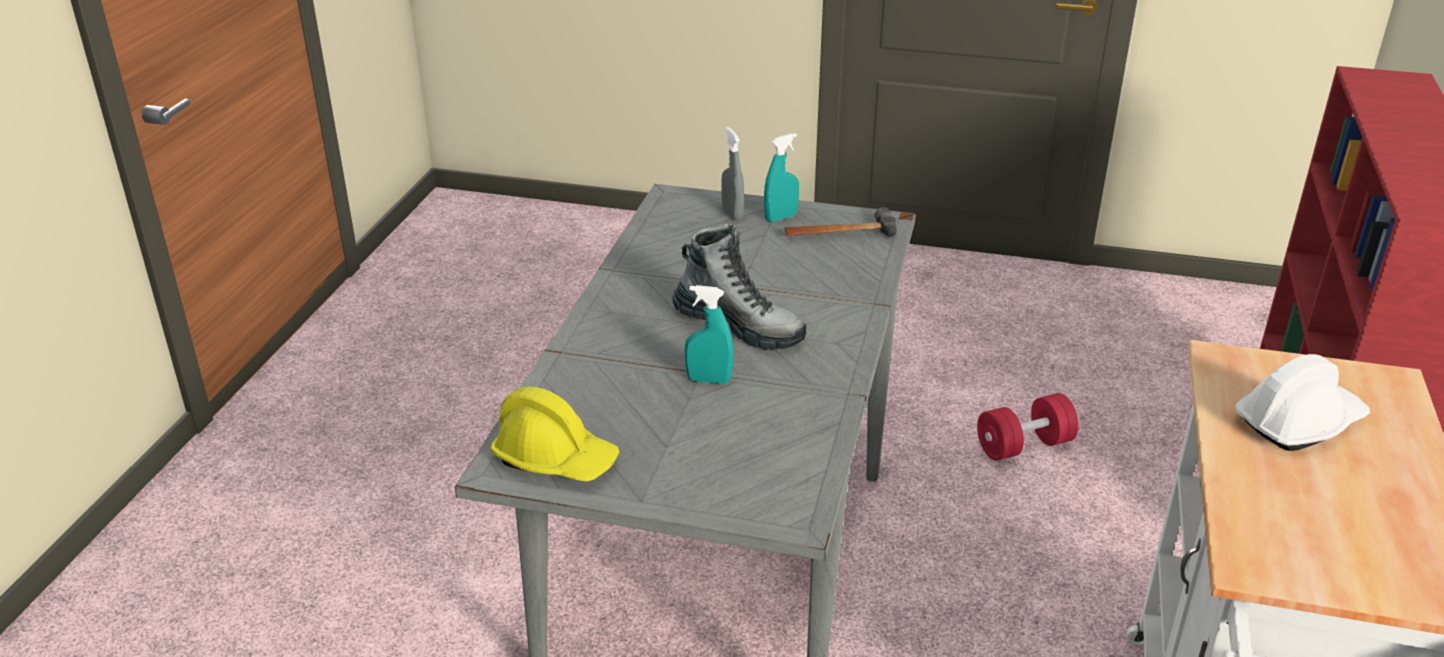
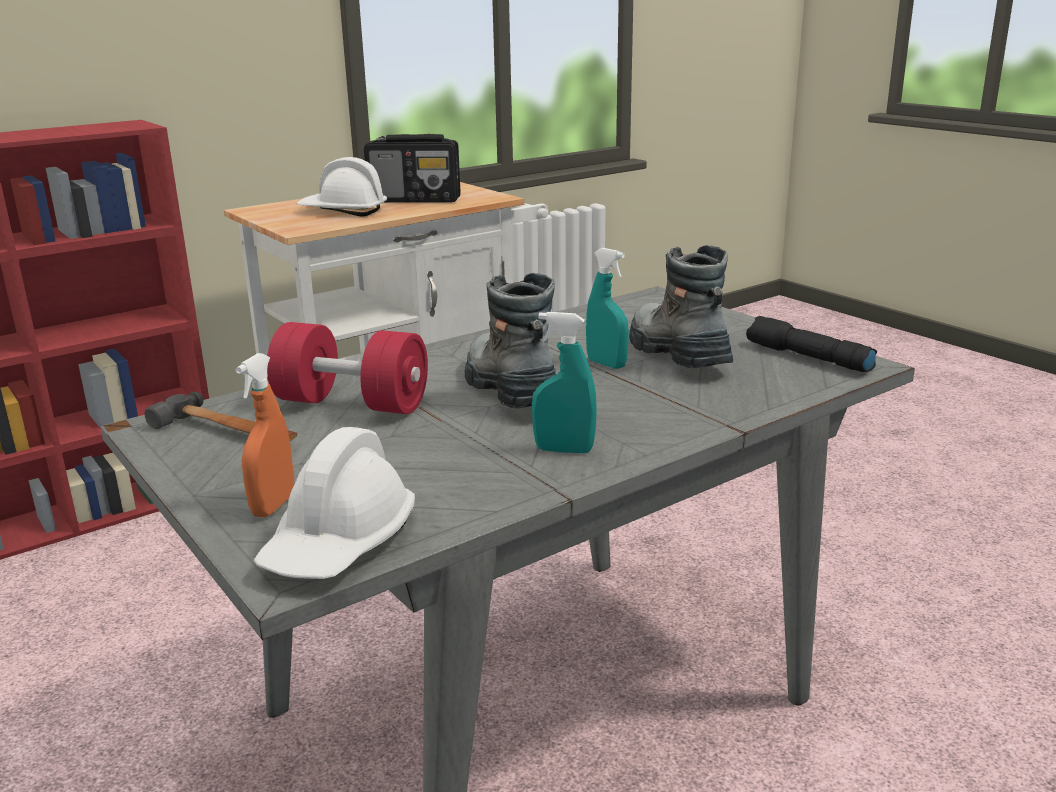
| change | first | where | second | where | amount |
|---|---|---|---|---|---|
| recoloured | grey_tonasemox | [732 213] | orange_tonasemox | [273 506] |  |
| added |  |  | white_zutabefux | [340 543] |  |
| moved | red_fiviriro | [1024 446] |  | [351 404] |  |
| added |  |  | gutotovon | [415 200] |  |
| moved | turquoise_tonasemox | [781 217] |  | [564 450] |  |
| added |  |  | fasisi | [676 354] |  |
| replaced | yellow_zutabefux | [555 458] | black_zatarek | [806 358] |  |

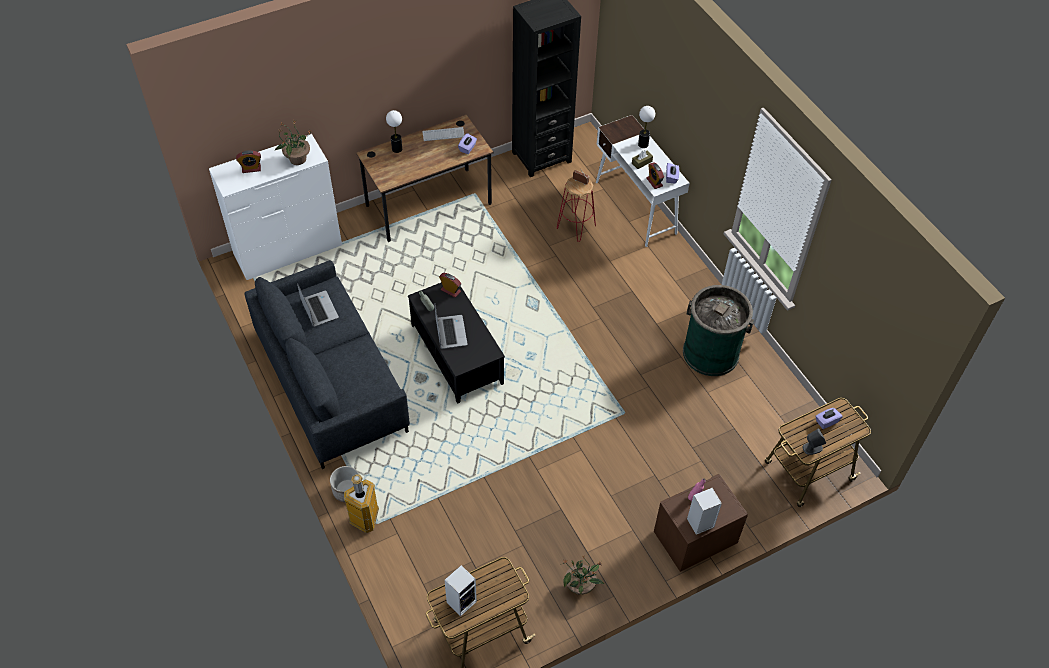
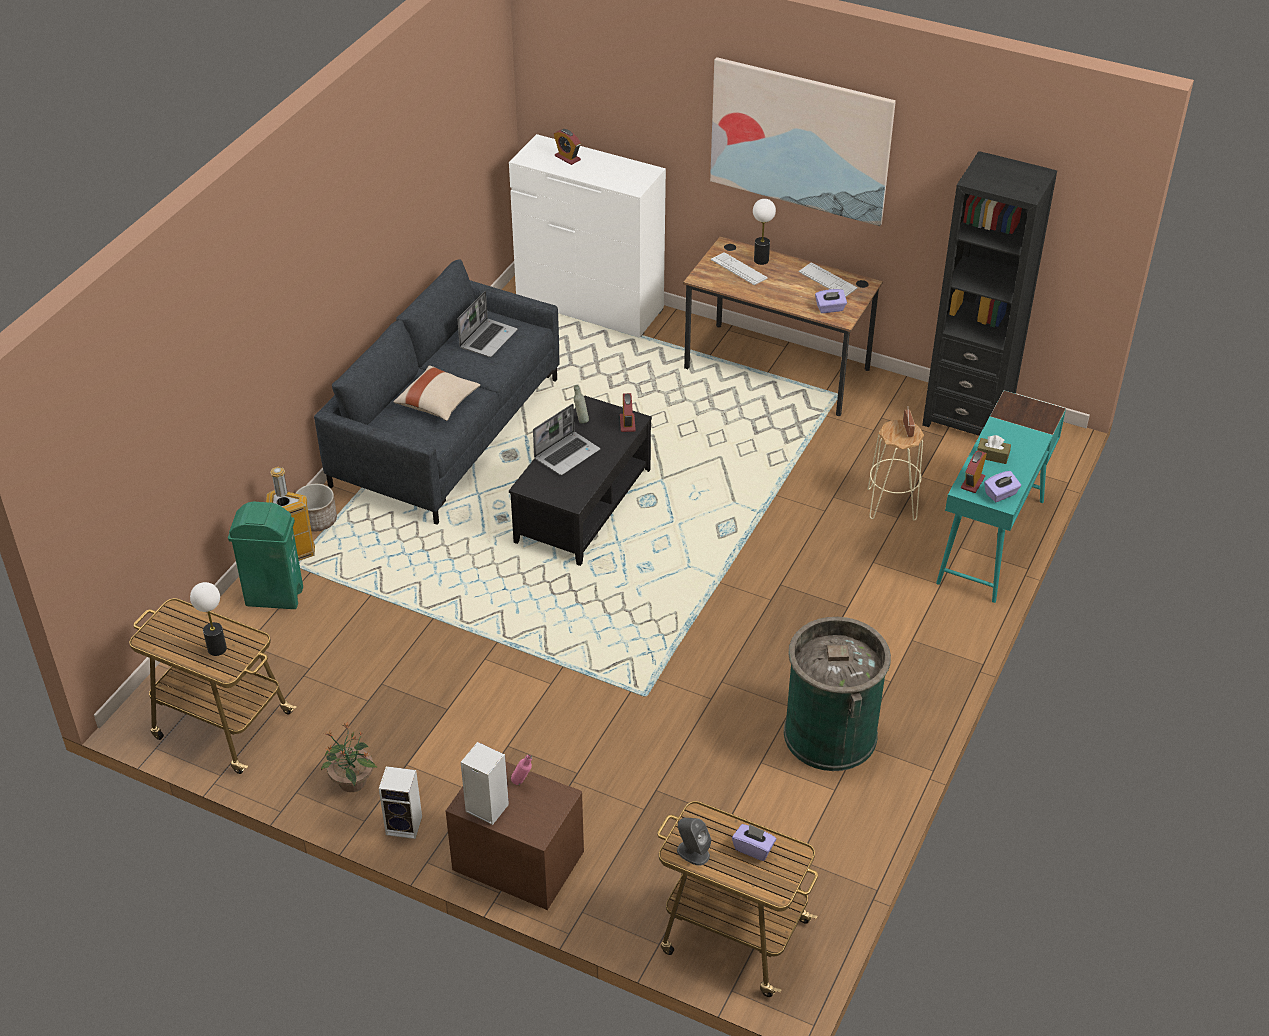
| change | first | where | second | where | amount |
|---|---|---|---|---|---|
| moved | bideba | [643 144] |  | [217 648] |  |
| added |  |  | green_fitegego | [274 596] |  |
| moved | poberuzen | [462 601] |  | [405 825] |  |
| added |  |  | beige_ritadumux | [438 403] |  |
| added |  |  | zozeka | [800 140] |  |
| added |  |  | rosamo | [739 269] |  |
| recoloured | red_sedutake | [575 226] | beige_sedutake | [891 504] |  |
| recoloured | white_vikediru | [636 208] | turquoise_vikediru | [991 542] |  |
| removed | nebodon | [297 159] |  |  |  |

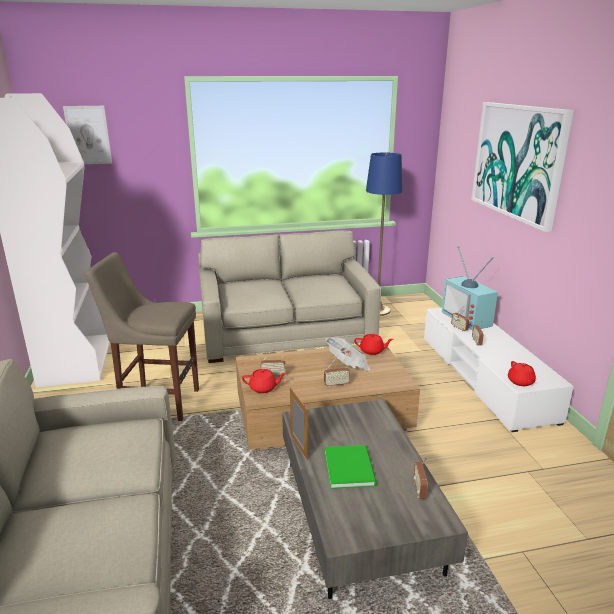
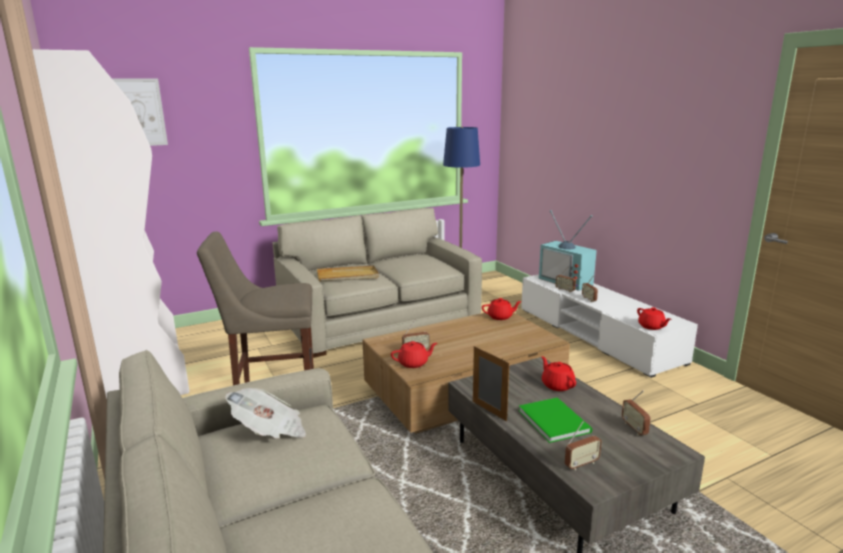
| change | first | where | second | where | amount |
|---|---|---|---|---|---|
| moved | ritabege | [348 364] |  | [270 431] |  |
| added |  |  | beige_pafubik | [348 276] |  |
| added |  |  | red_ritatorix | [557 385] |  |
| moved | gutotovon | [336 385] |  | [581 464] |  |
| removed | zozeka | [517 161] |  |  |  |

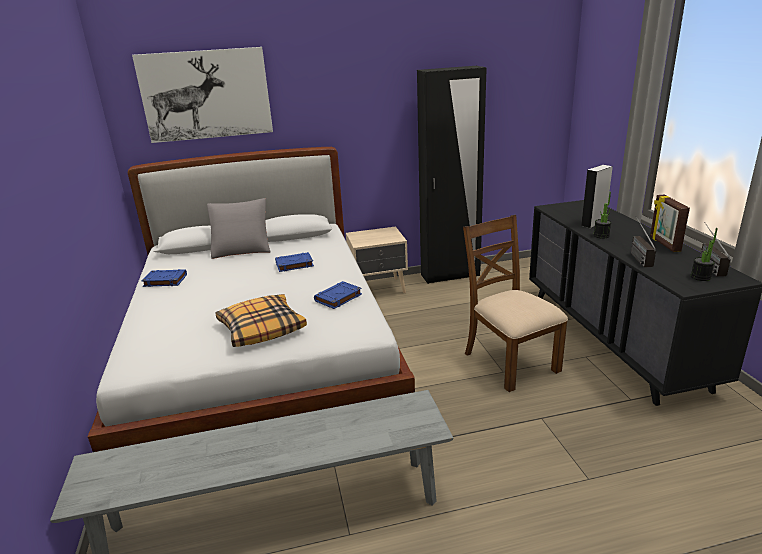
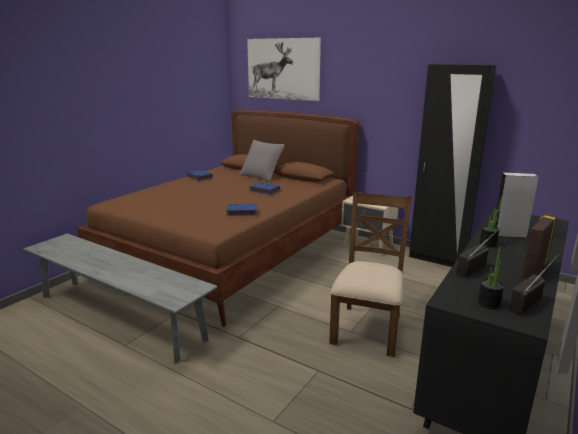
| change | first | where | second | where | amount |
|---|---|---|---|---|---|
| recoloured | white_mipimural | [264 365] | brown_mipimural | [234 254] |  |
| removed | ritadumux | [261 328] |  |  |  |

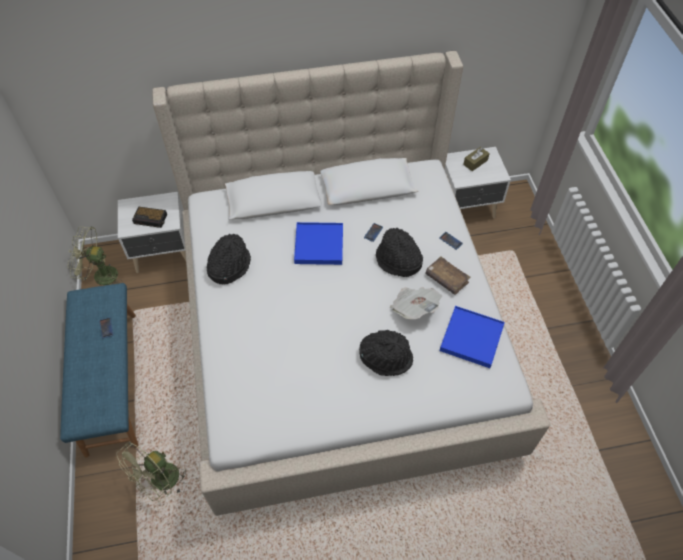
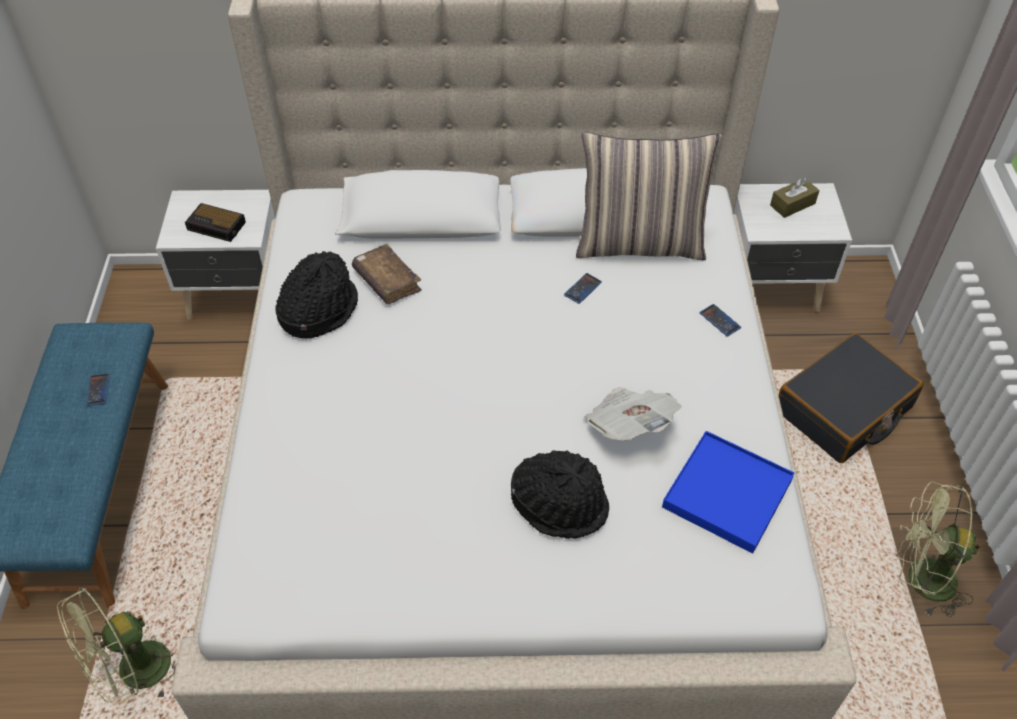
| change | first | where | second | where | amount |
|---|---|---|---|---|---|
| moved | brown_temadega | [446 279] |  | [387 281] |  |
| added |  |  | ritadumux | [640 243] |  |
| added |  |  | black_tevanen | [843 410] |  |
| moved | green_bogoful | [100 276] |  | [920 579] |  |
| removed | blue_pafubik | [319 245] |  |  |  |
| removed | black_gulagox | [398 261] |  |  |  |

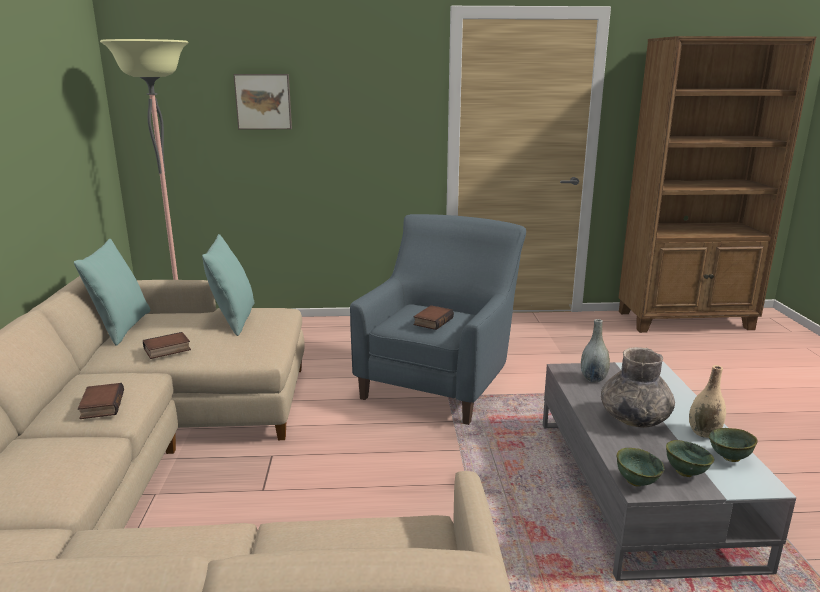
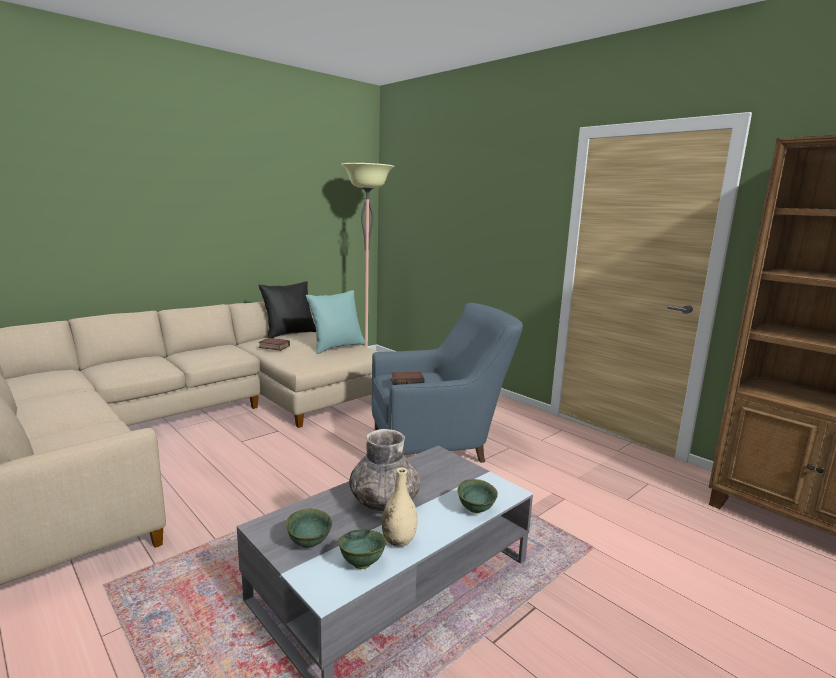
| change | first | where | second | where | amount |
|---|---|---|---|---|---|
| recoloured | turquoise_ritadumux | [121 328] | black_ritadumux | [289 334] |  |
| moved | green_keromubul | [636 481] |  | [476 510] |  |
| removed | temadega | [101 405] |  |  |  |
| removed | zozeka | [263 101] |  |  |  |
| removed | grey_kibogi | [593 378] |  |  |  |

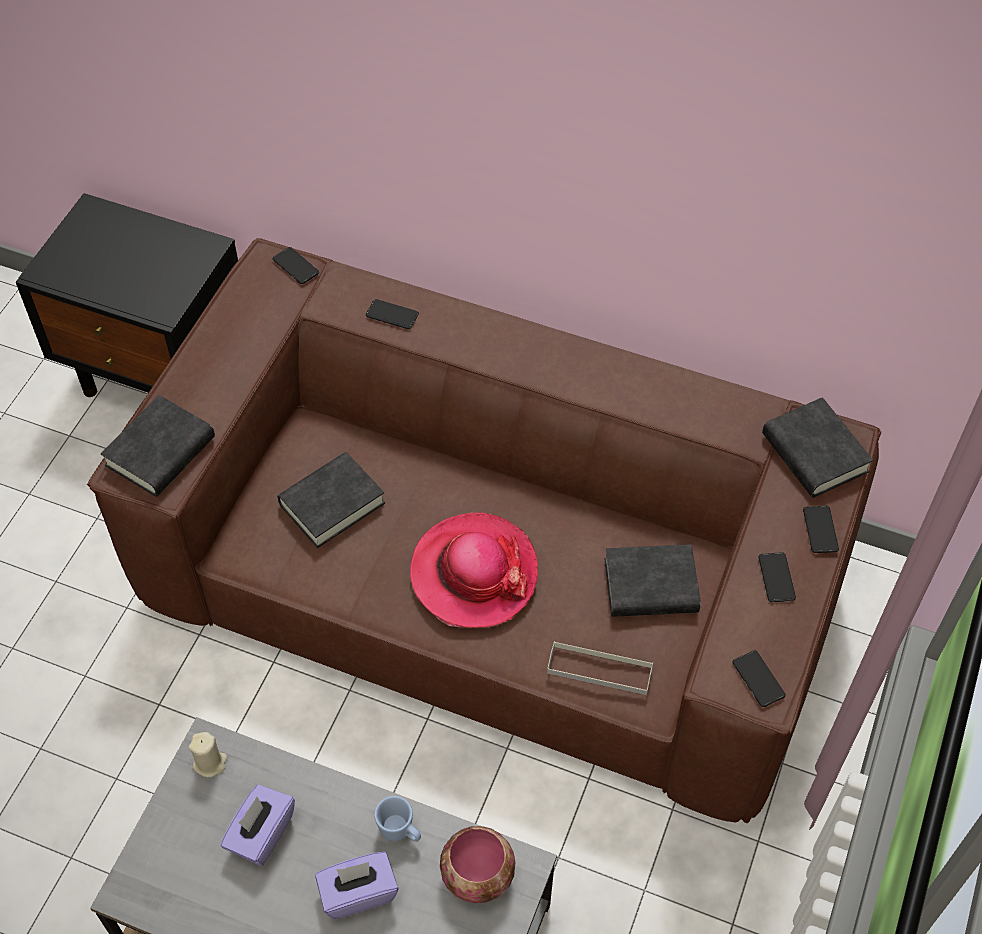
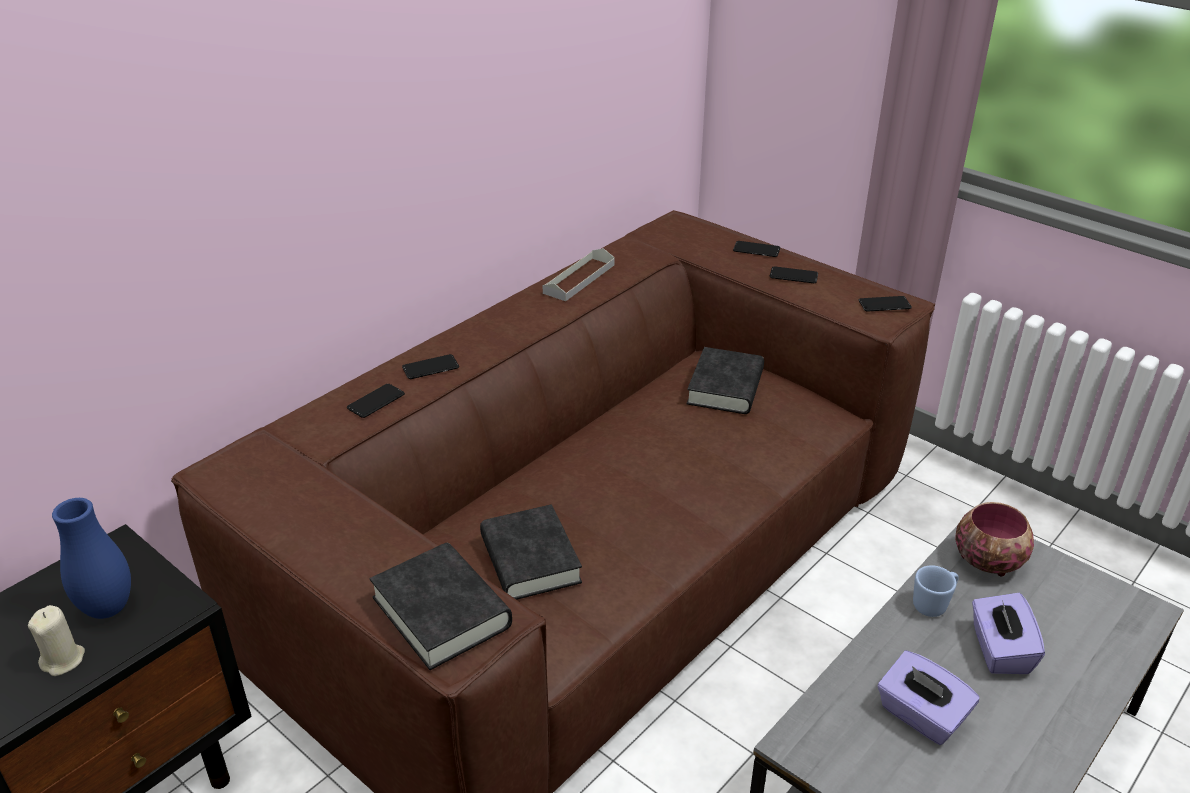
| change | first | where | second | where | amount |
|---|---|---|---|---|---|
| moved | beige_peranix | [210 763] |  | [63 660] |  |
| added |  |  | blue_kibogi | [108 608] |  |
| moved | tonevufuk | [295 266] |  | [430 368] |  |
| moved | grey_pafubik | [599 670] |  | [579 279] |  |
| removed | gulagox | [473 573] |  |  |  |
| removed | black_temadega | [814 453] |  |  |  |

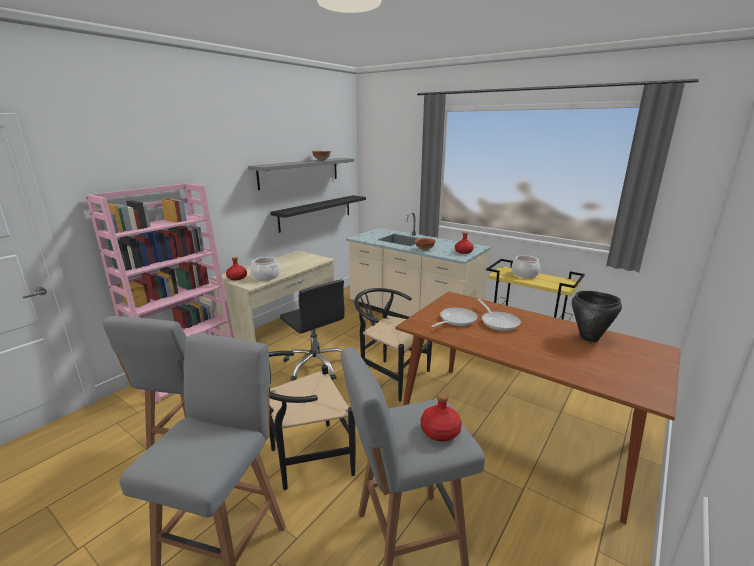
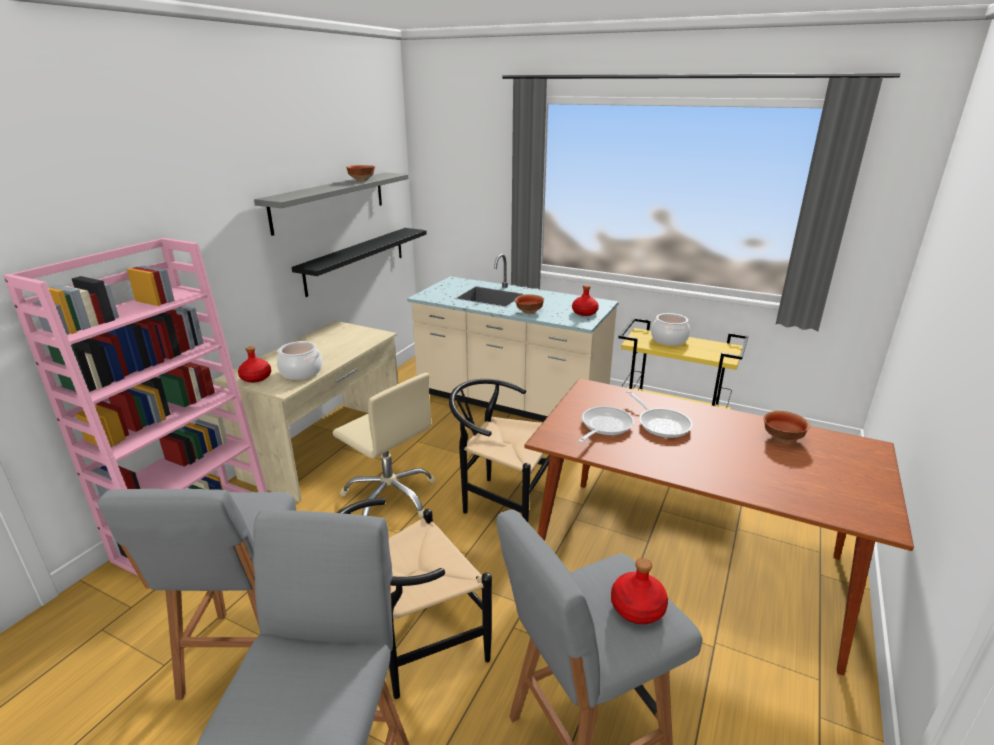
| change | first | where | second | where | amount |
|---|---|---|---|---|---|
| recoloured | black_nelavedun | [315 365] | beige_nelavedun | [390 496] |  |
| replaced | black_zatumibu | [589 338] | keromubul | [783 438] |  |

